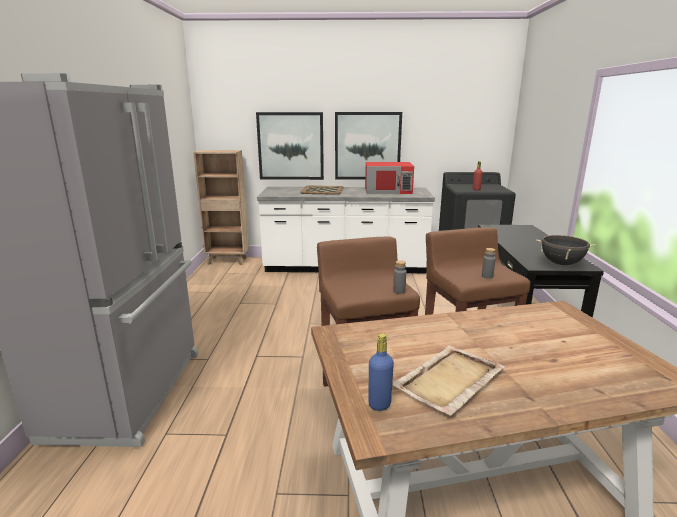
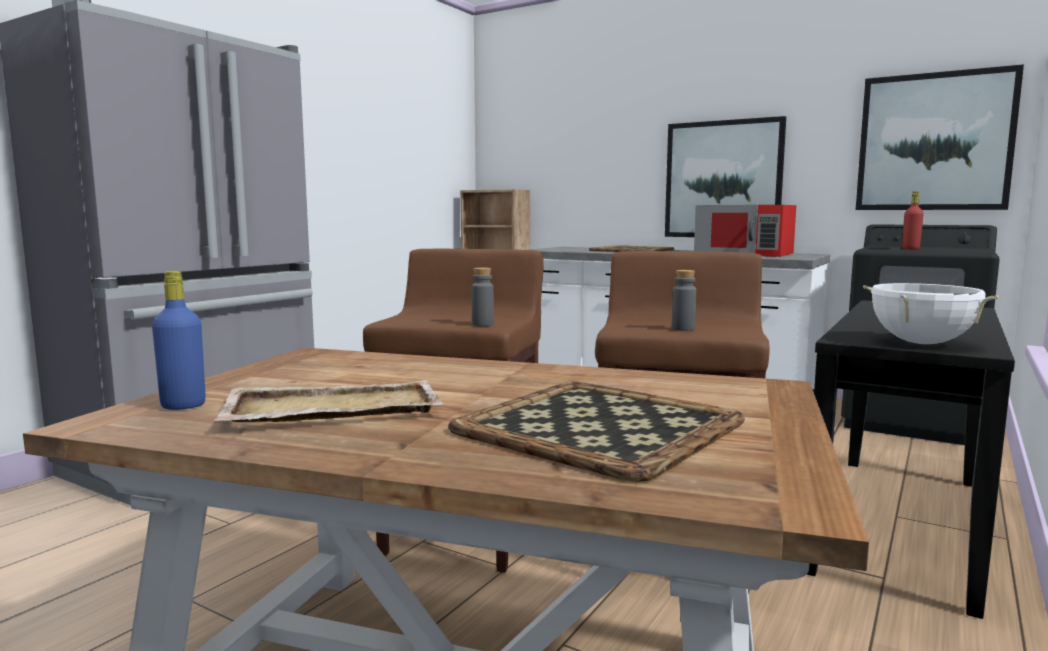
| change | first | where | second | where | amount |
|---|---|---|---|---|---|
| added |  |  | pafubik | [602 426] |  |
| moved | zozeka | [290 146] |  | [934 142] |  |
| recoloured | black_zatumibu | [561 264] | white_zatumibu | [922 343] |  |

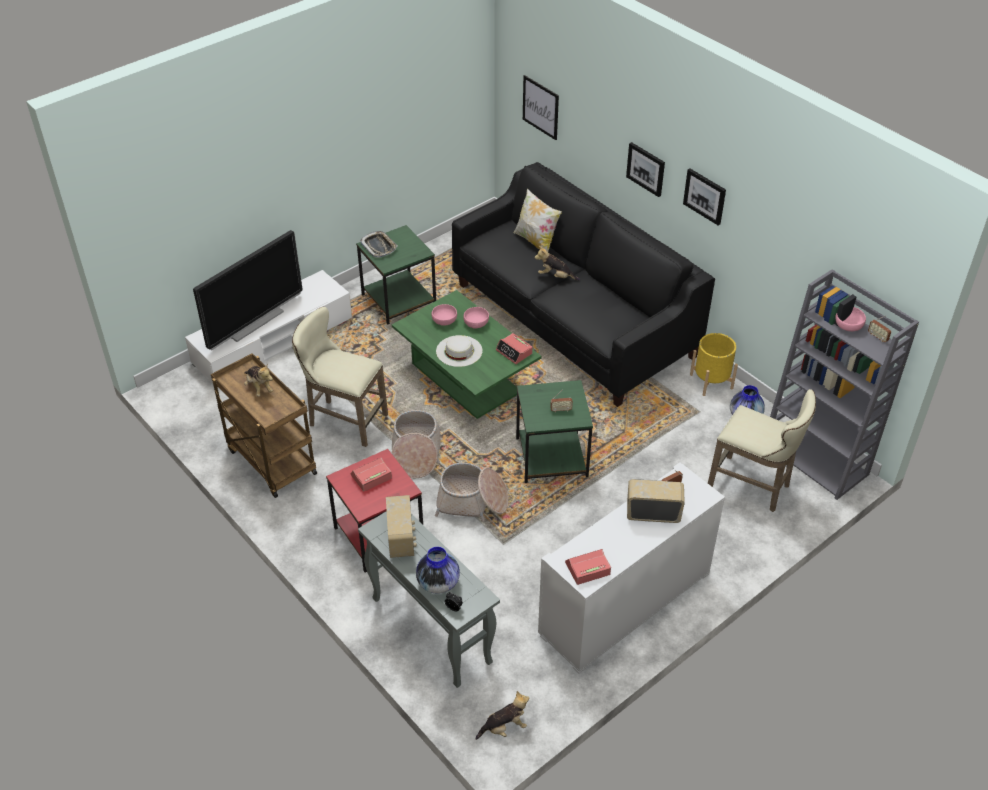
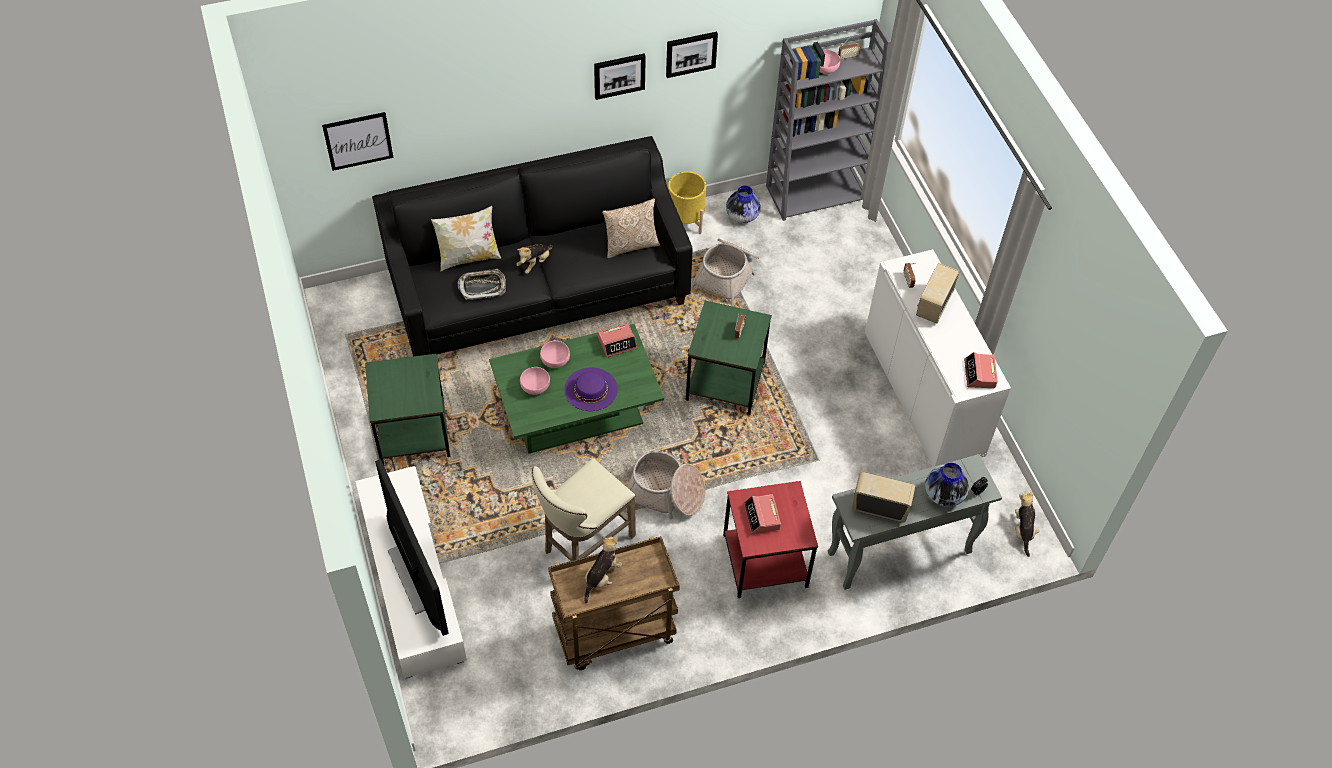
| change | first | where | second | where | amount |
|---|---|---|---|---|---|
| moved | pafubik | [379 246] |  | [482 286] |  |
| recoloured | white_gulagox | [459 351] | purple_gulagox | [590 389] |  |
| turned | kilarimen | [259 387] |  | [602 577] | 45 degrees counterclockwise |
| added |  |  | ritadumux | [630 245] |  |
| moved | zozeka | [646 169] |  | [691 53] |  |
| moved | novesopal | [472 501] |  | [727 275] |  |
| removed | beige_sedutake | [753 487] |  |  |  |

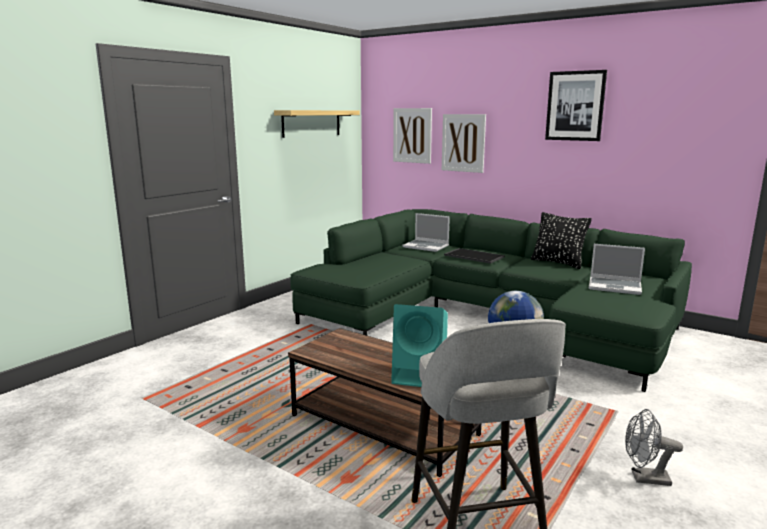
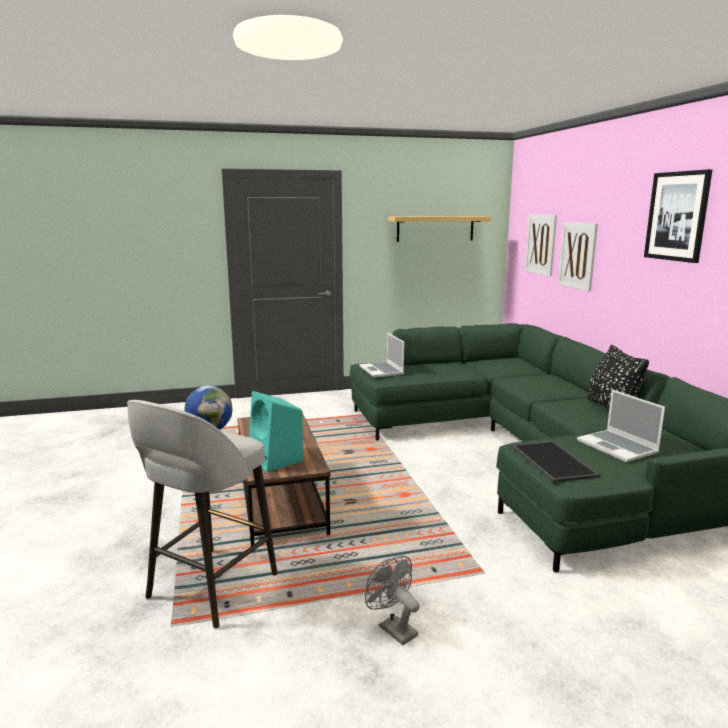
| change | first | where | second | where | amount |
|---|---|---|---|---|---|
| moved | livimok | [426 246] |  | [382 371] |  |
| moved | pafubik | [473 256] |  | [551 461] |  |

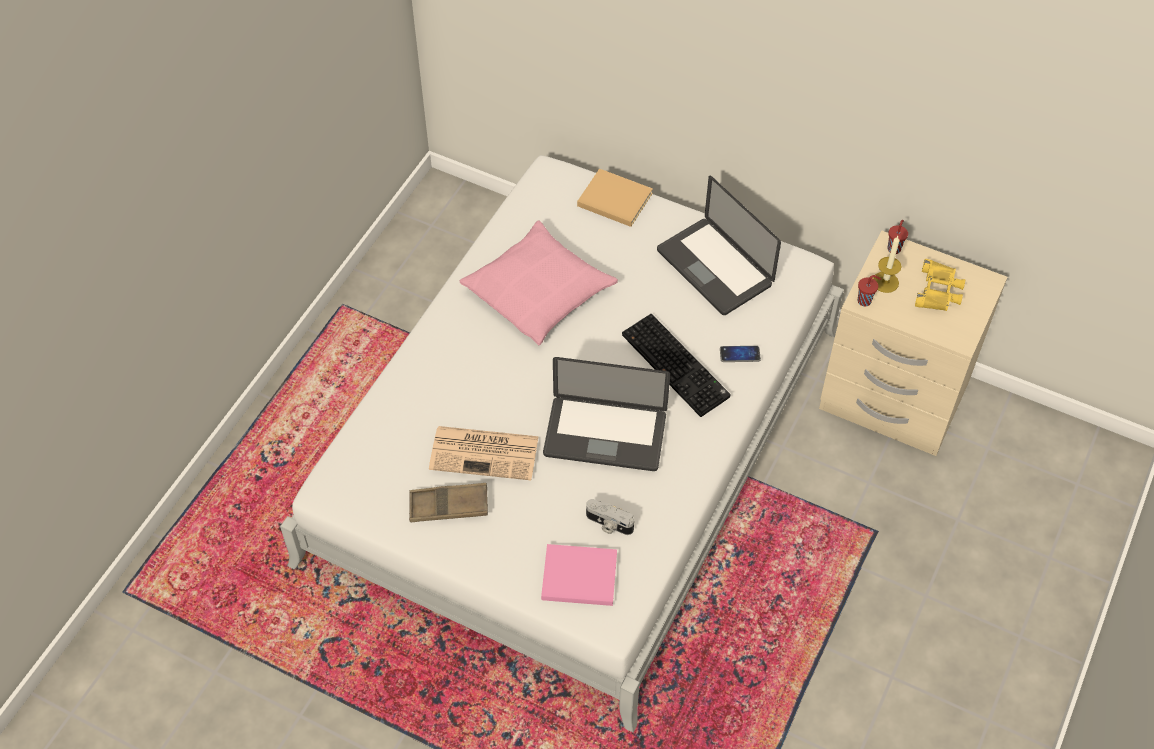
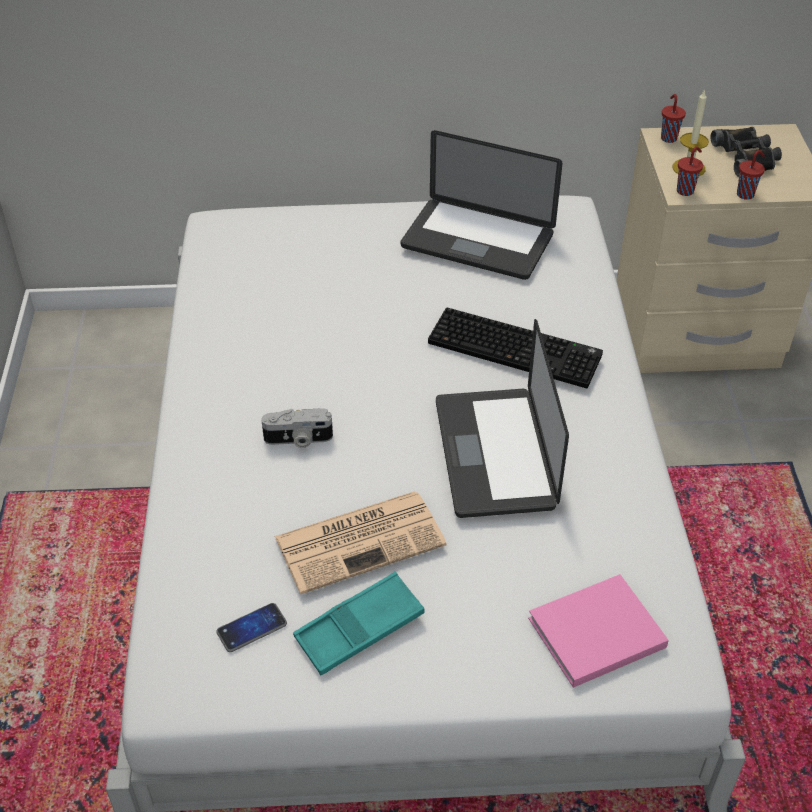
| change | first | where | second | where | amount |
|---|---|---|---|---|---|
| moved | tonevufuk | [740 354] |  | [252 628] |  |
| moved | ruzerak | [608 524] |  | [298 440] |  |
| recoloured | brown_pafubik | [449 506] | turquoise_pafubik | [359 629] |  |
| turned | livimok | [605 435] |  | [494 454] | 105 degrees clockwise |
| recoloured | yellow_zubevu | [939 291] | black_zubevu | [746 157] |  |
| added |  |  | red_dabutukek | [746 194] |  |
| removed | pink_ritadumux | [539 292] |  |  |  |
| removed | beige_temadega | [613 199] |  |  |  |

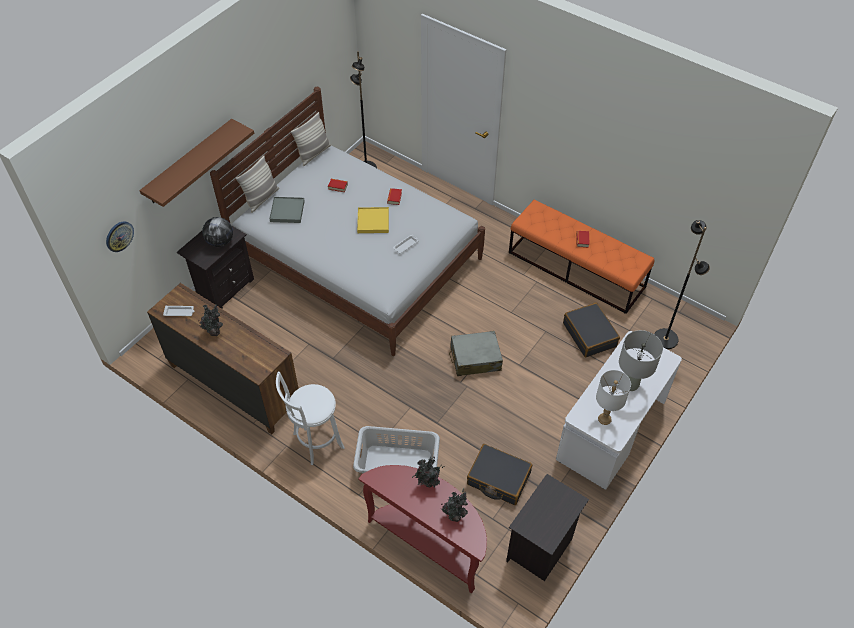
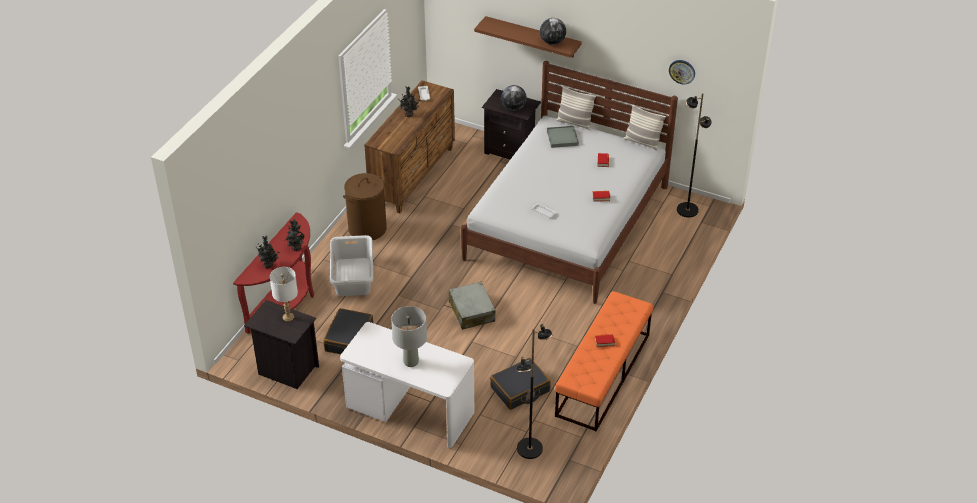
| change | first | where | second | where | amount |
|---|---|---|---|---|---|
| moved | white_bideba | [604 418] |  | [288 317] |  |
| replaced | white_sedutake | [315 442] | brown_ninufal | [367 228] |  |
| added |  |  | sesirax | [552 42] |  |
| moved | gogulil | [119 236] |  | [682 71] |  |
| removed | yellow_pafubik | [373 221] |  |  |  |

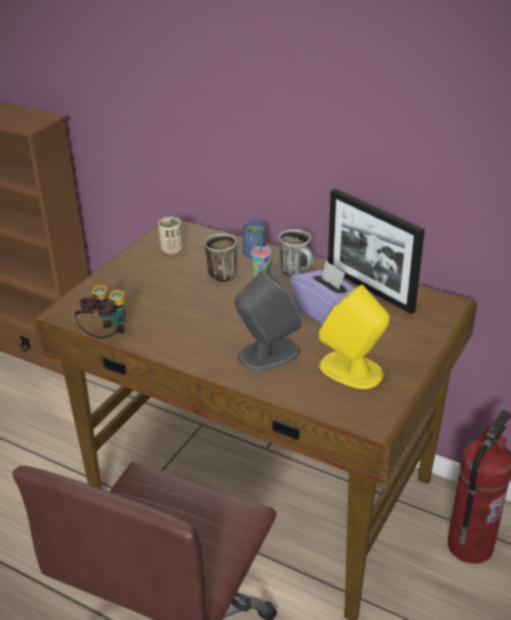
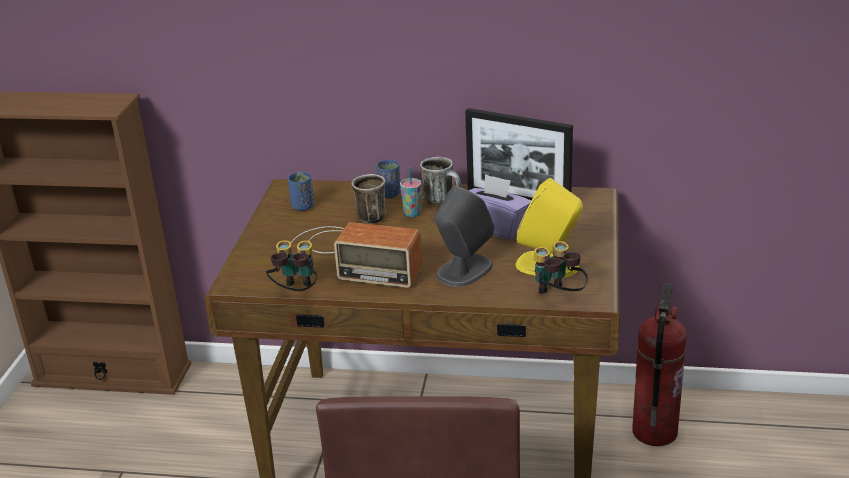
| change | first | where | second | where | amount |
|---|---|---|---|---|---|
| recoloured | beige_dabutukek | [172 250] | blue_dabutukek | [303 206] |  |
| added |  |  | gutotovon | [351 256] |  |
| added |  |  | zubevu | [557 297] |  |

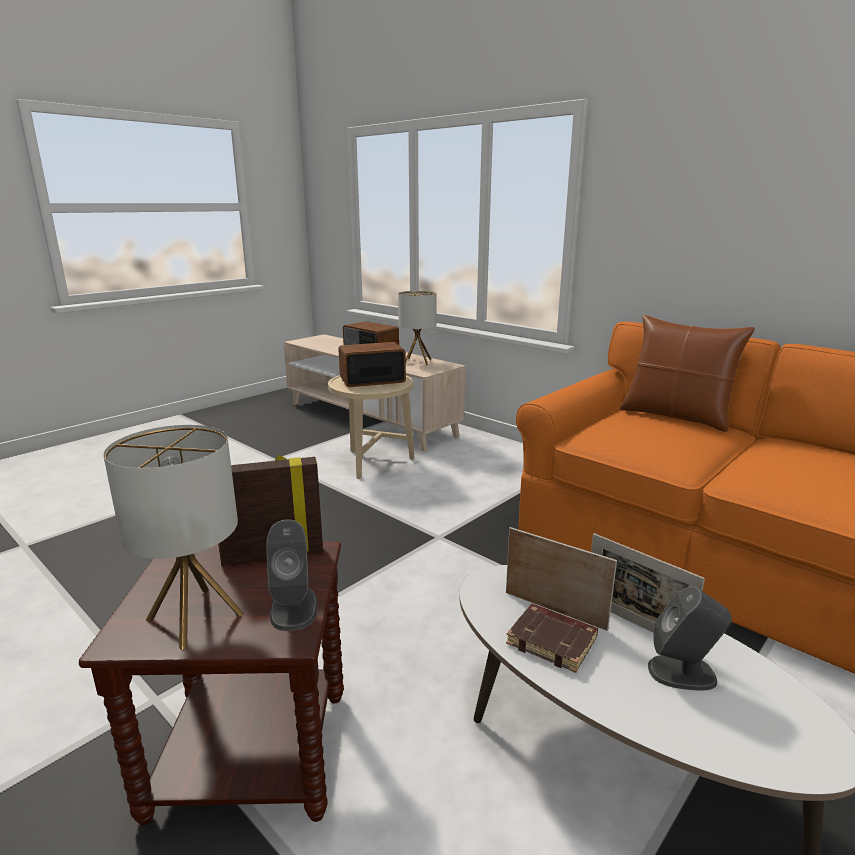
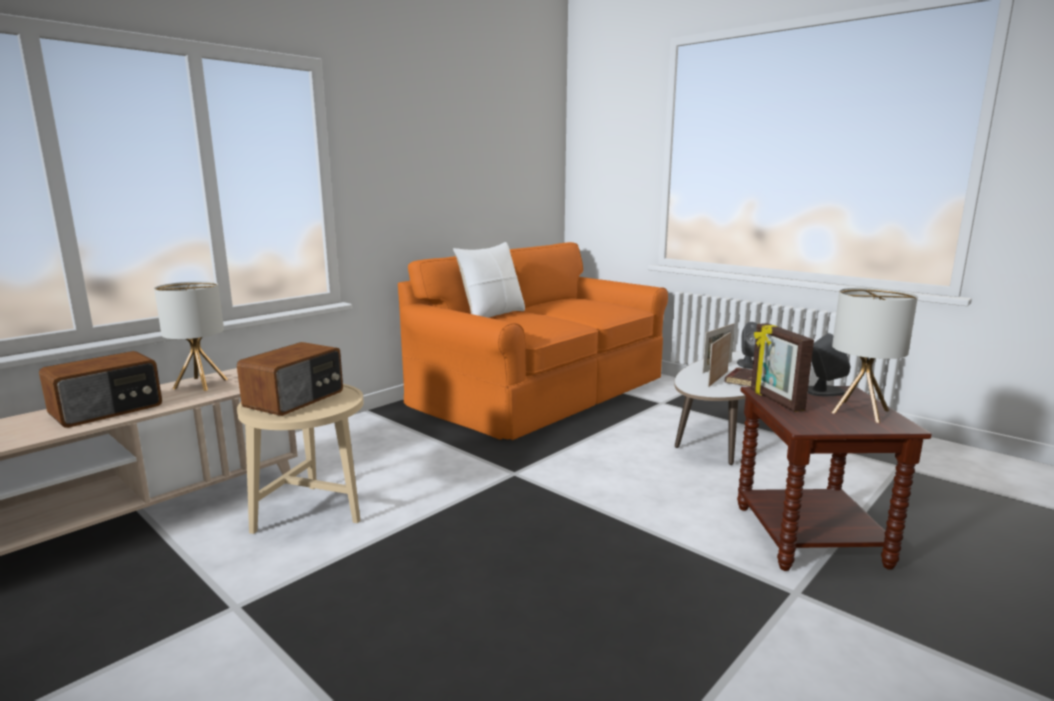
| change | first | where | second | where | amount |
|---|---|---|---|---|---|
| turned | gutotovon | [371 380] |  | [296 399] | 135 degrees counterclockwise |
| recoloured | brown_ritadumux | [676 416] | white_ritadumux | [491 315] |  |

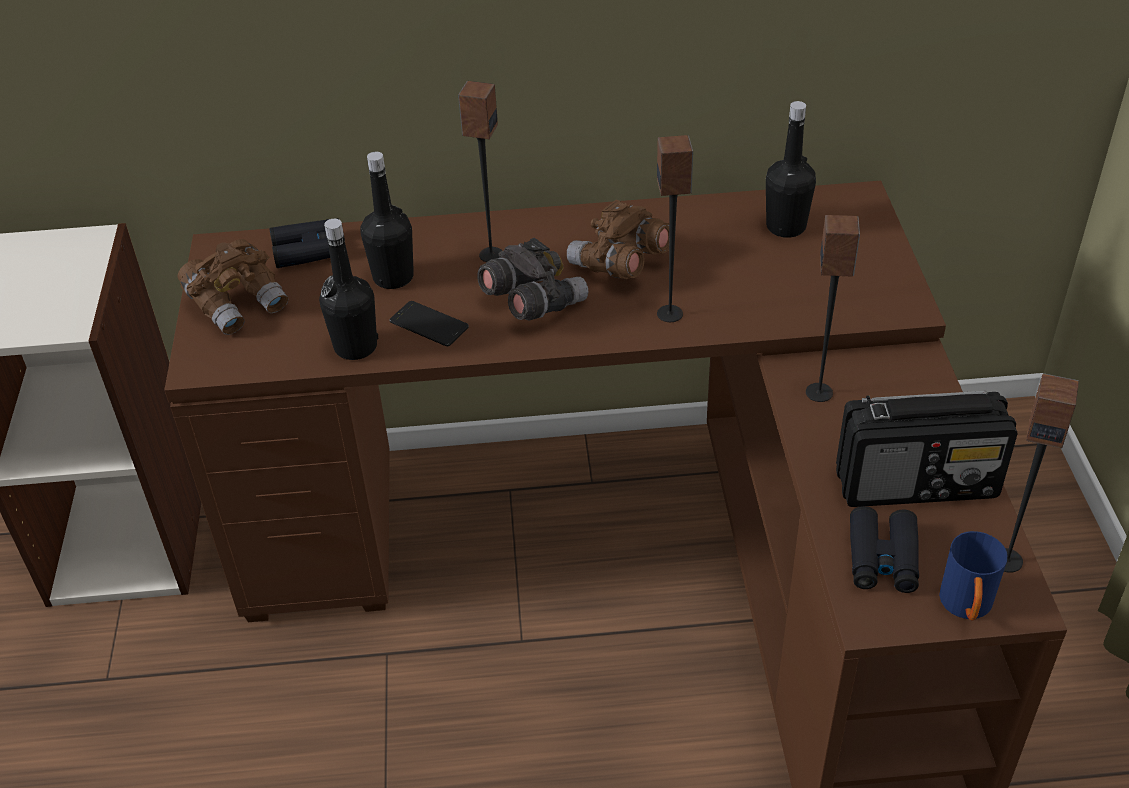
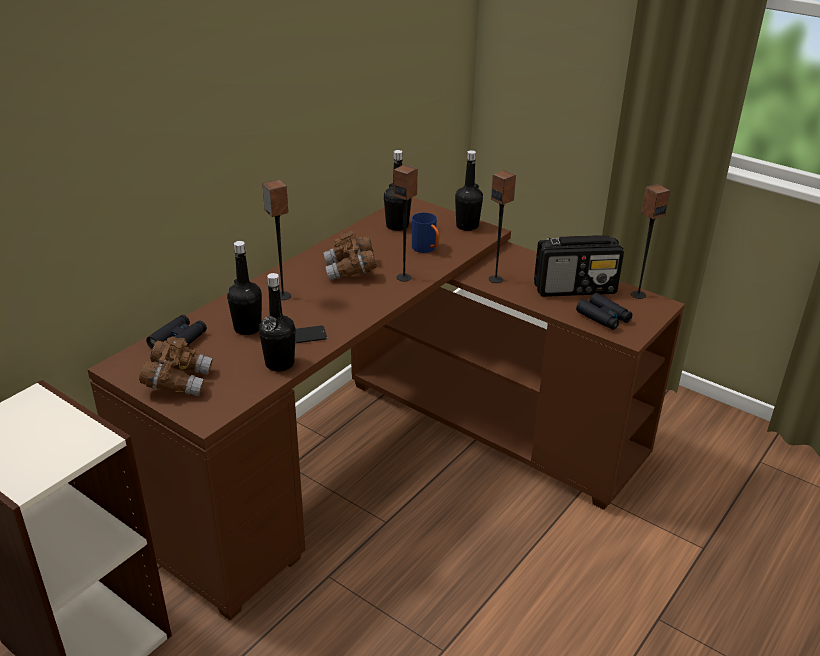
| change | first | where | second | where | amount |
|---|---|---|---|---|---|
| moved | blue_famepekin | [966 608] |  | [426 249] |  |
| added |  |  | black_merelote | [467 226] |  |
| turned | gutotovon | [917 483] |  | [575 288] | 45 degrees clockwise |
| removed | grey_zubevu | [532 302] |  |  |  |

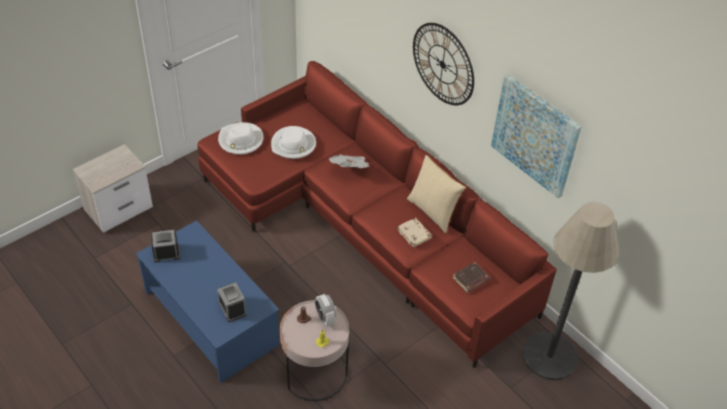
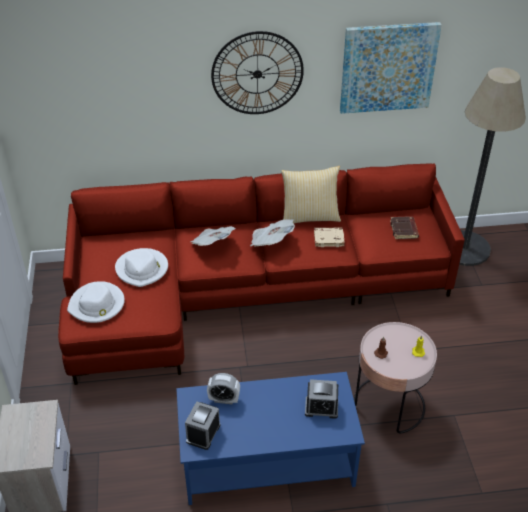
| change | first | where | second | where | amount |
|---|---|---|---|---|---|
| moved | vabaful | [325 318] |  | [224 399] |  |
| added |  |  | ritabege | [271 242] |  |

